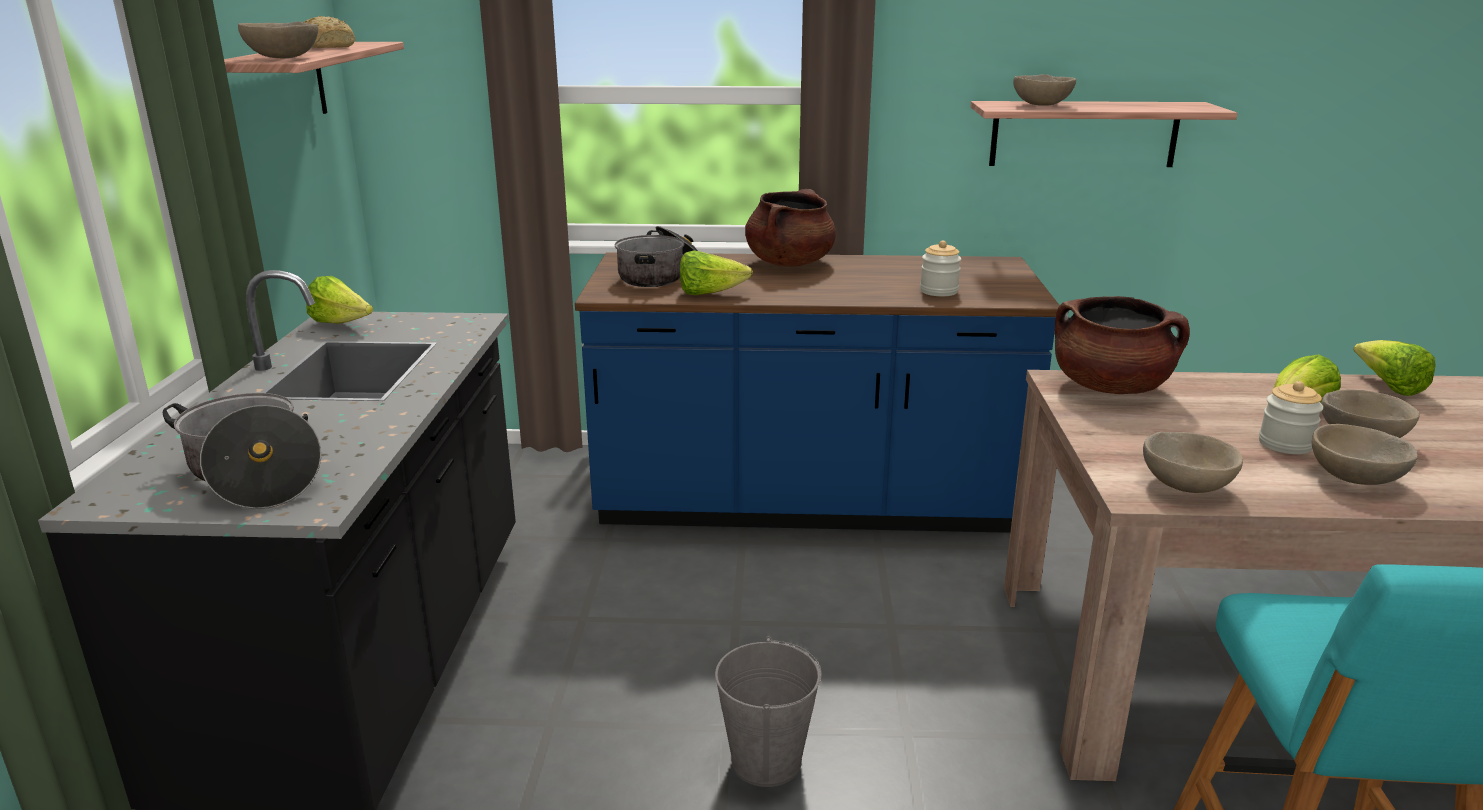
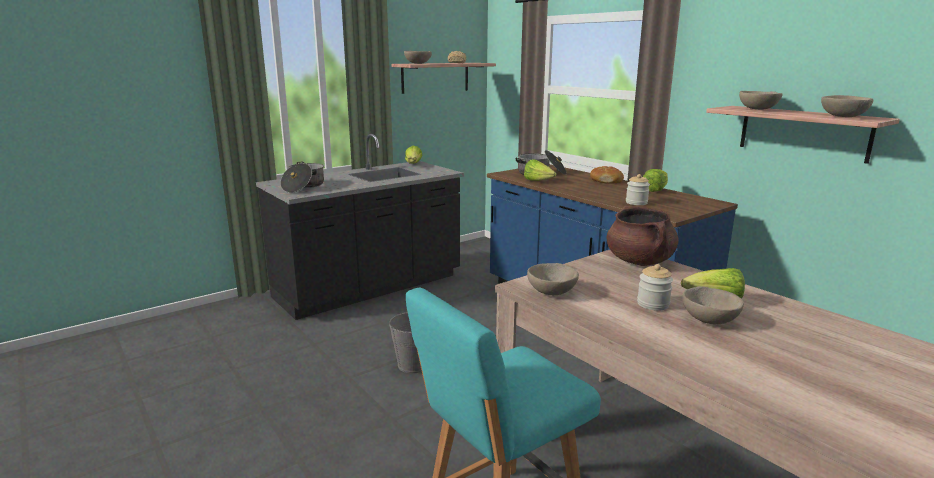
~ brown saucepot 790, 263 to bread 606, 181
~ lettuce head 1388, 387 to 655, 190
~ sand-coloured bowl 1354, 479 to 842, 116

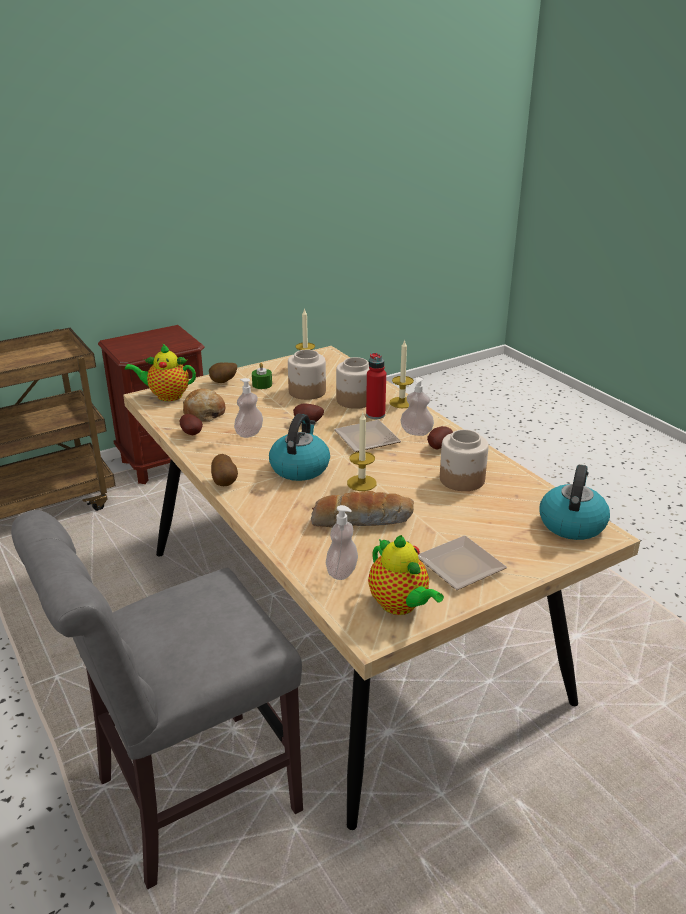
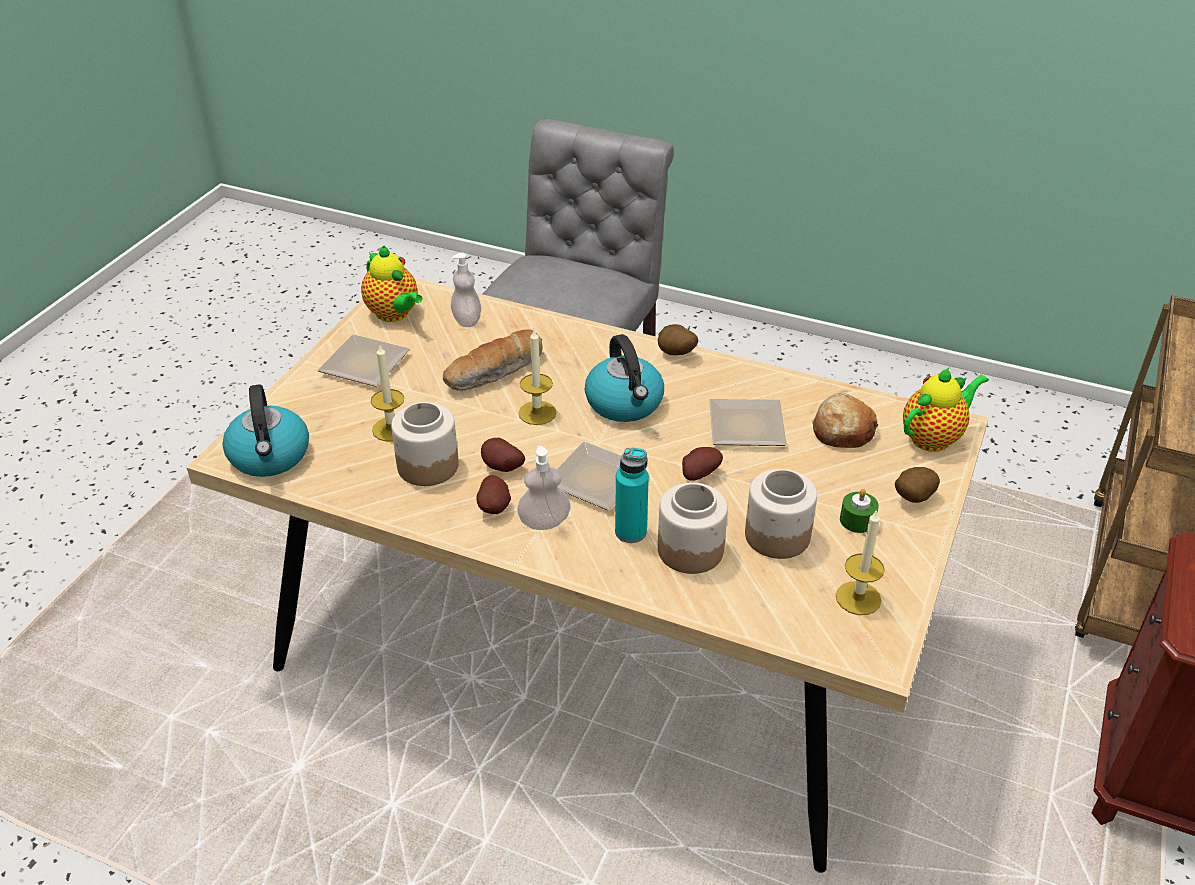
~ wax candle 402, 402 to 391, 429
~ red-coloured drink bottle 375, 415 to turquoise drink bottle 630, 532
~ soap dispenser 249, 433 to flat dish 743, 425
~ potato 192, 434 to 501, 468
~ tea pot 400, 606 = 394, 314 150 degrees counterclockwise

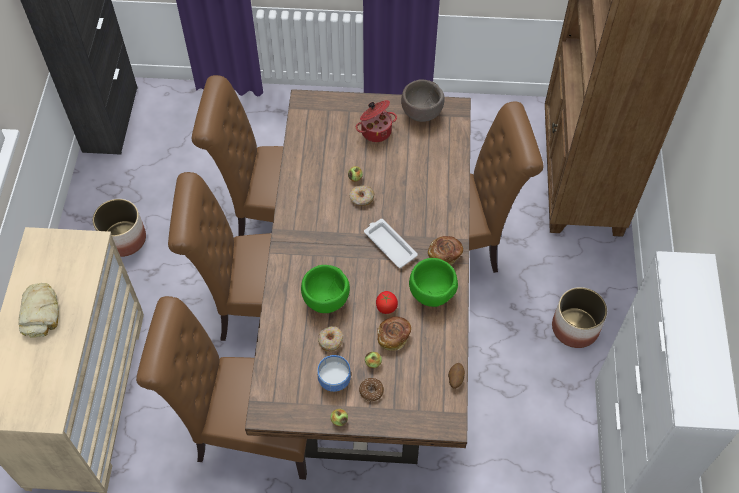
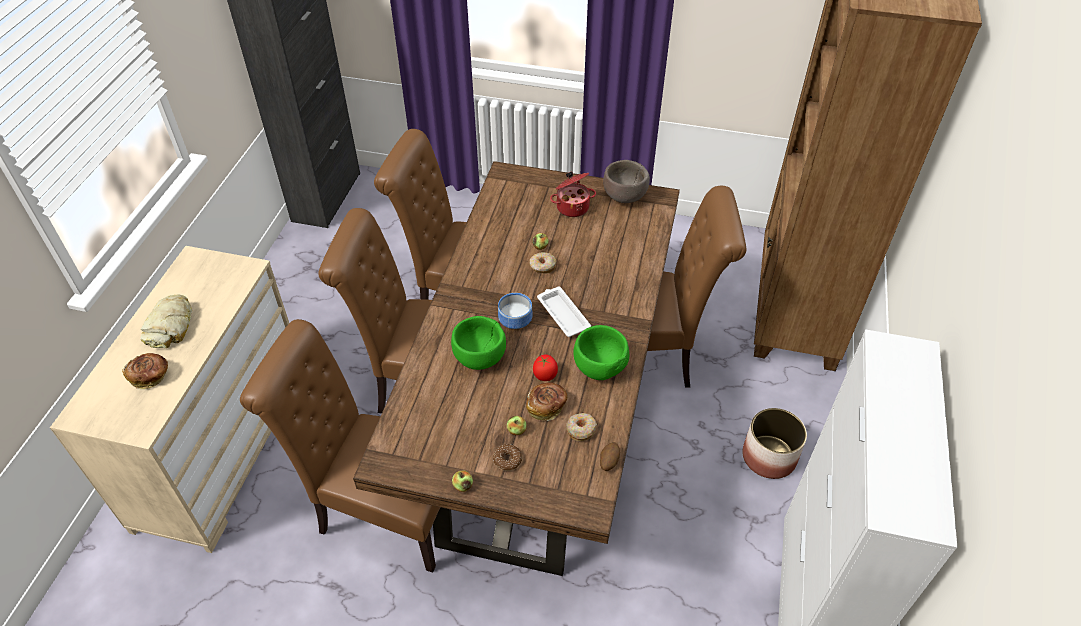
- plant pot 124, 238
~ bread 445, 255 to 150, 376
~ ring doughnut 330, 341 to 581, 429
~ bowl 333, 378 to 514, 320

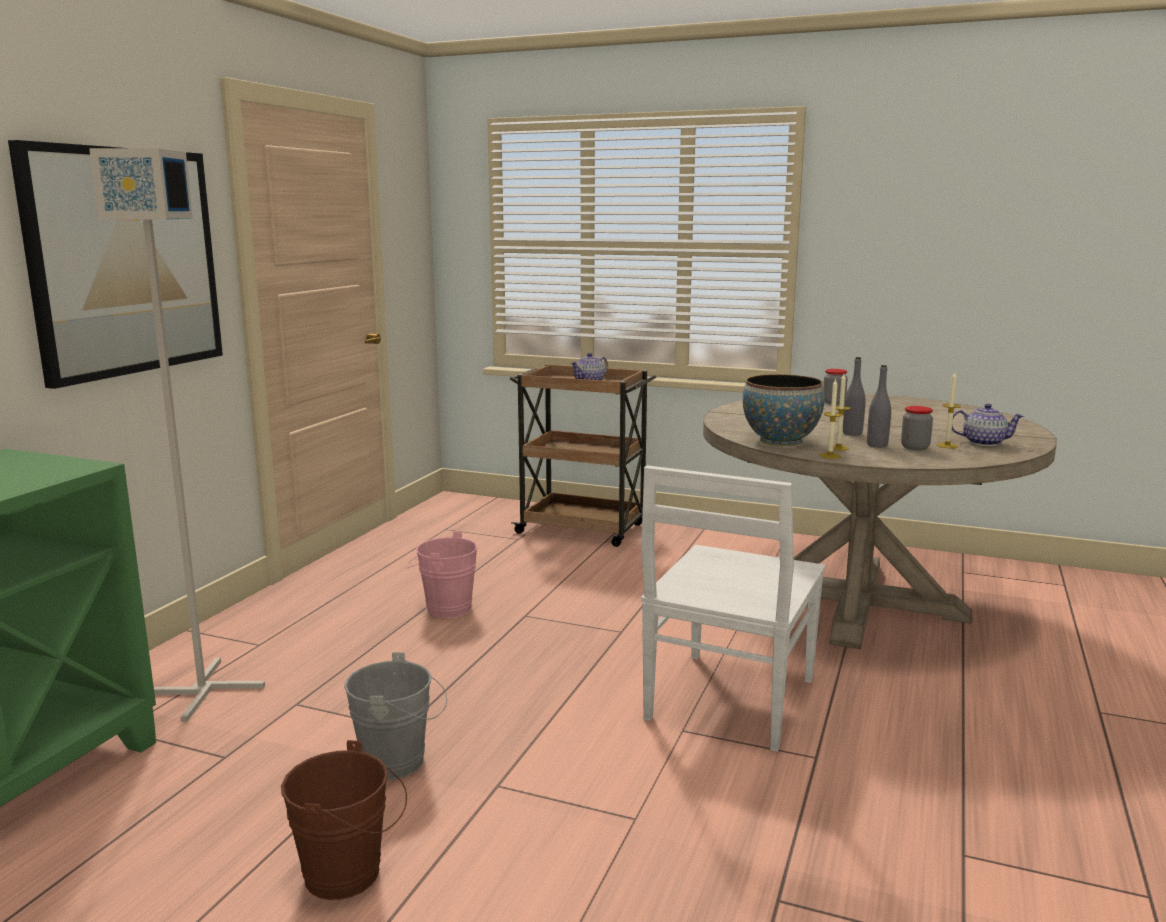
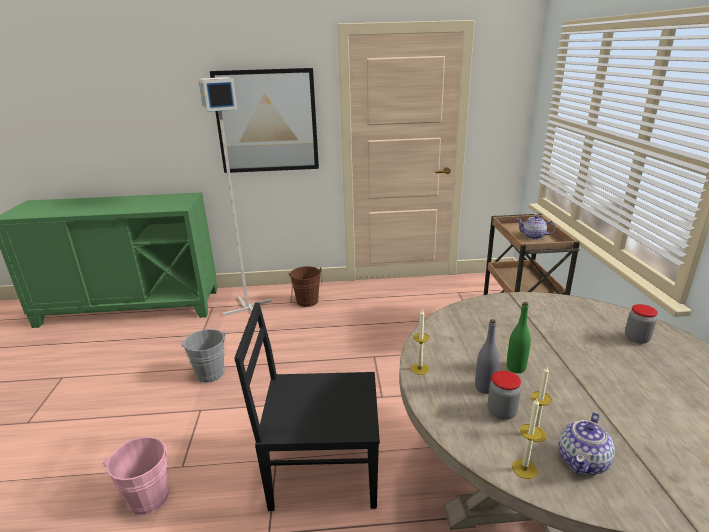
~ grey drink bottle 852, 433 to green-coloured drink bottle 516, 368
- bowl 780, 441
~ wax candle 838, 448 to 524, 469
~ tea pot 983, 442 = 583, 461 45 degrees clockwise
~ whitish chair 729, 701 to blackish chair 321, 470
~ pink bucket 444, 608 to 149, 494
~ brown bucket 351, 875 to 308, 302

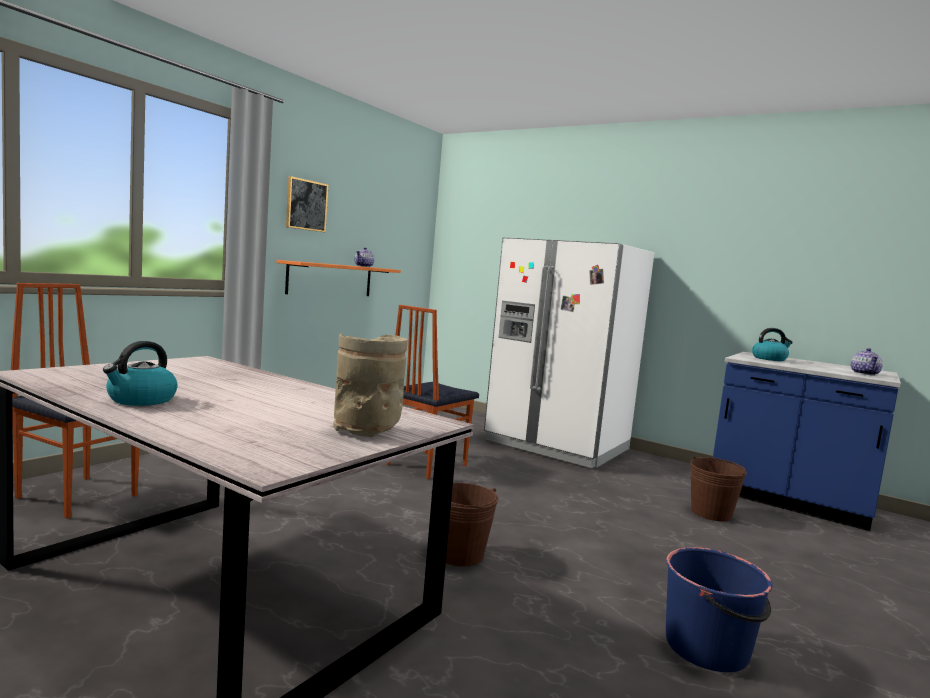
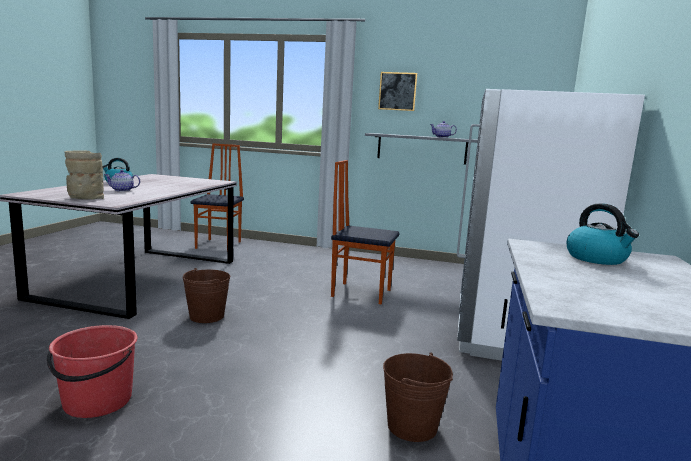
~ orangey bracket shelf 330, 279 to grey bracket shelf 421, 148
~ tea pot 864, 373 to 122, 190
~ bluish bucket 708, 648 to red-coloured bucket 97, 401

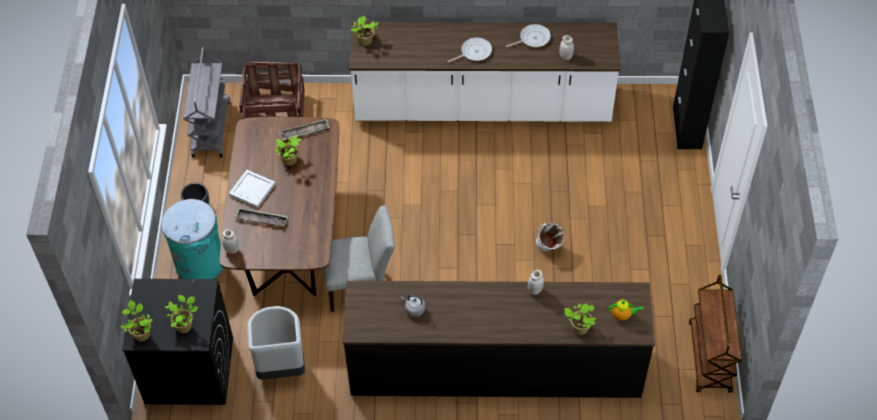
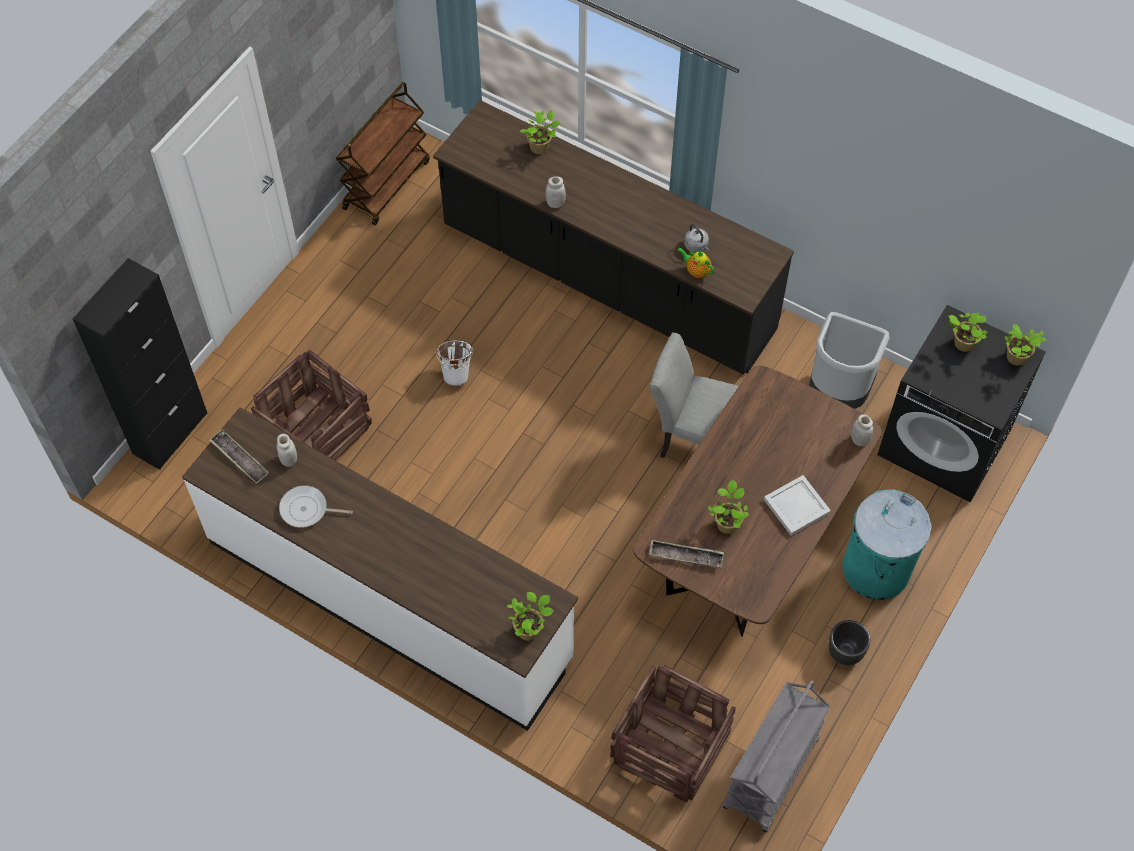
- frying pan 474, 52
~ tray 261, 219 to 240, 459
~ tea pot 622, 315 to 696, 271
+ packing crate 315, 433

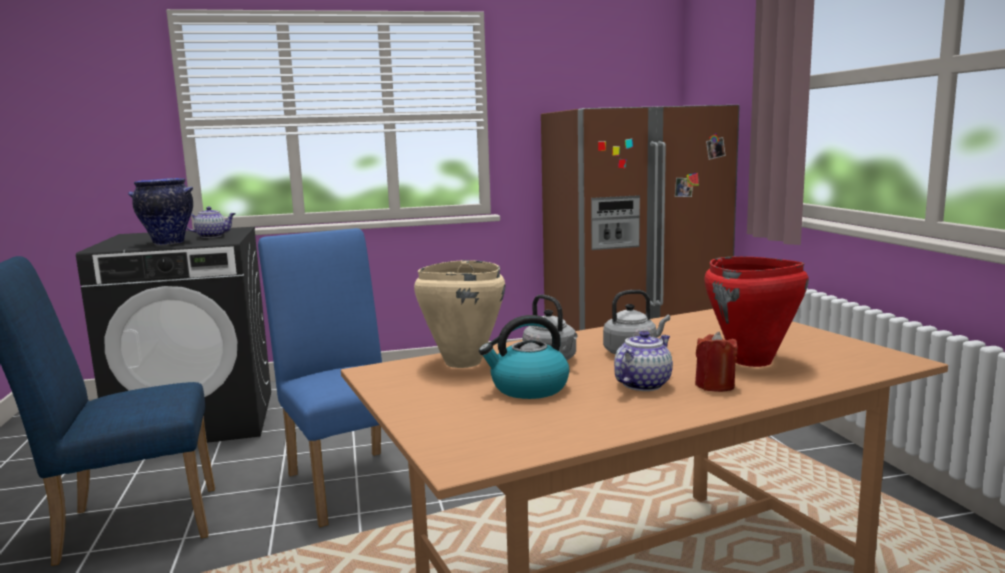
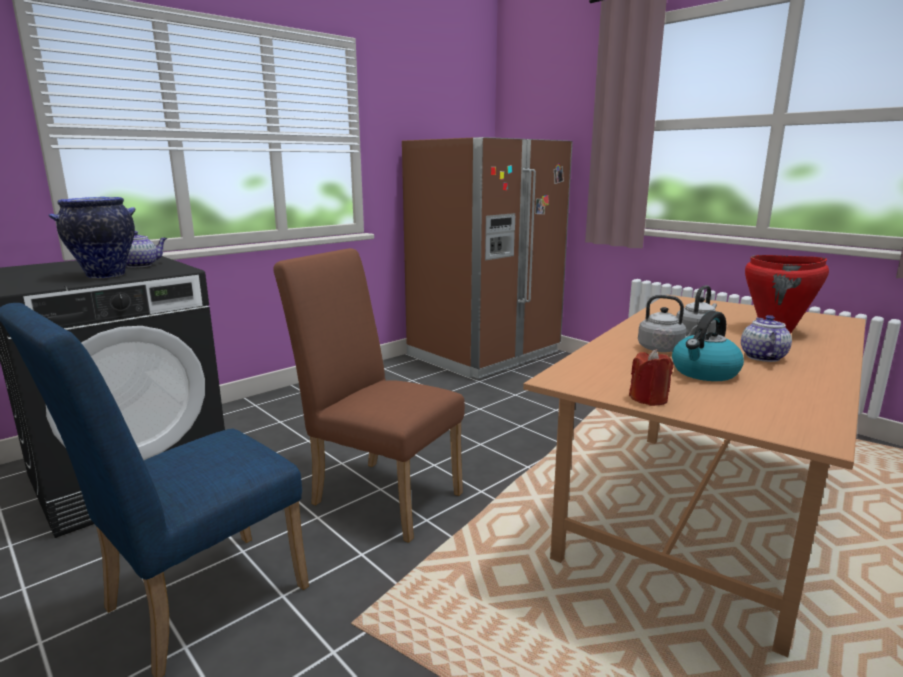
~ bluish chair 349, 480 to brown chair 379, 494
- sand-coloured saucepot 462, 362
~ red-coloured wax candle 714, 385 to 649, 399

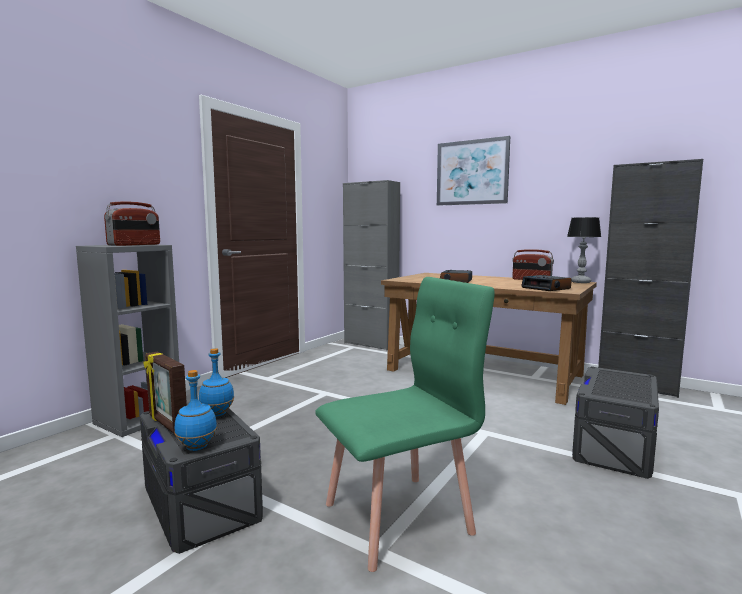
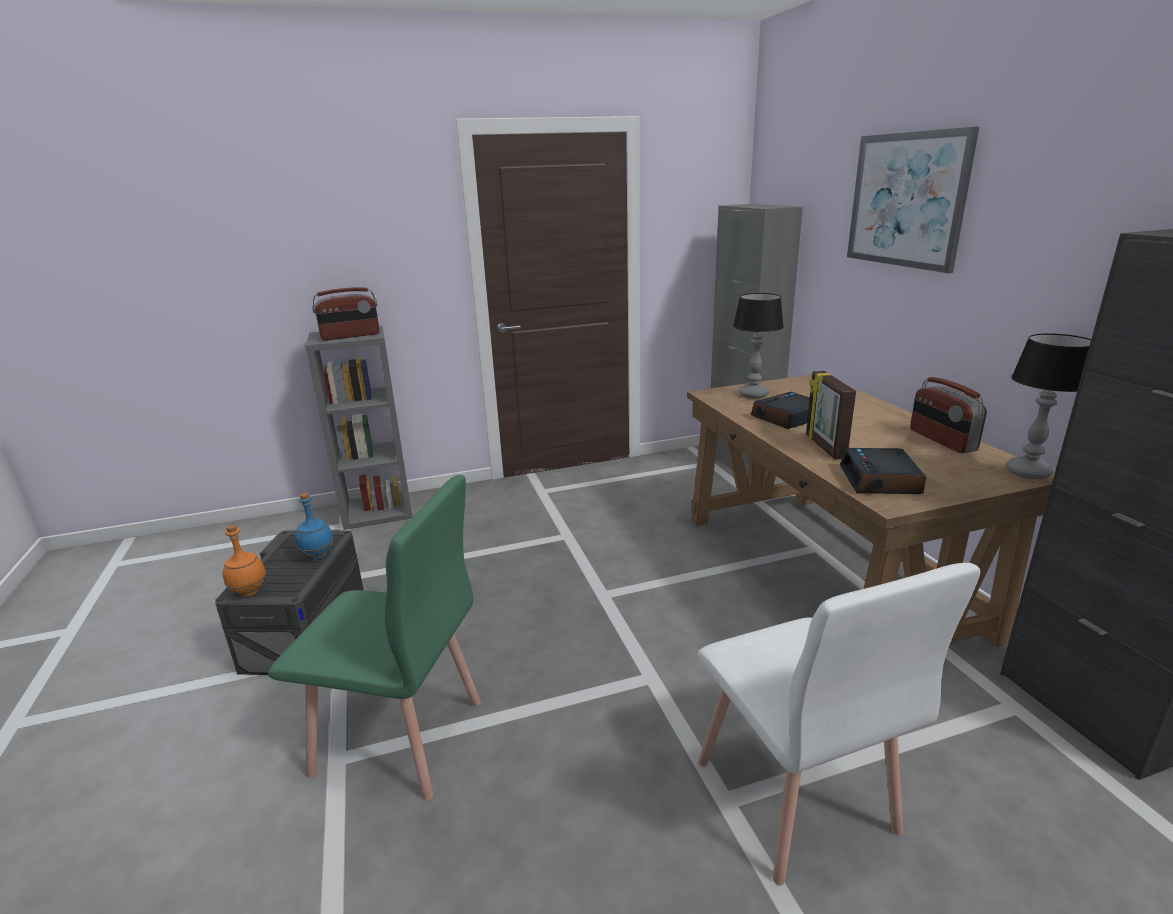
~ standing frame 167, 424 to 824, 447
~ grey storage bin 614, 446 to whitish chair 794, 797
~ bluish drink bottle 197, 447 to orangey drink bottle 249, 592
+ lamp for a table 752, 394

